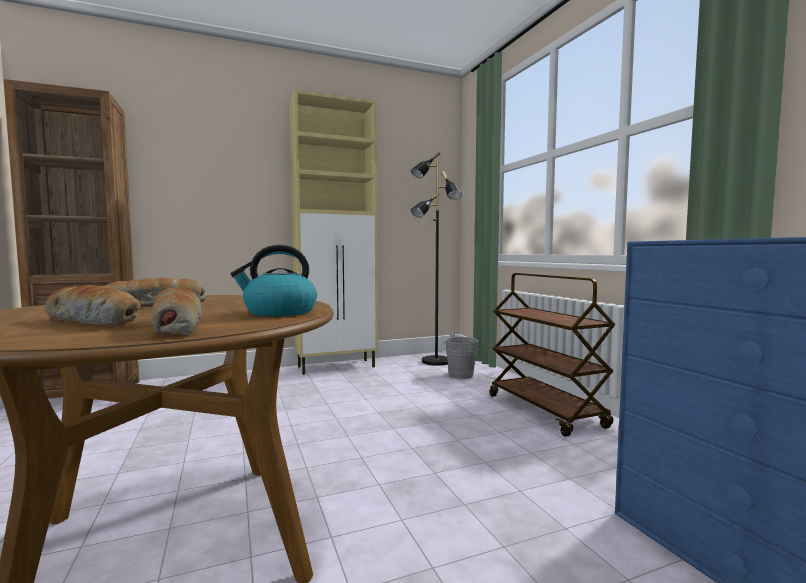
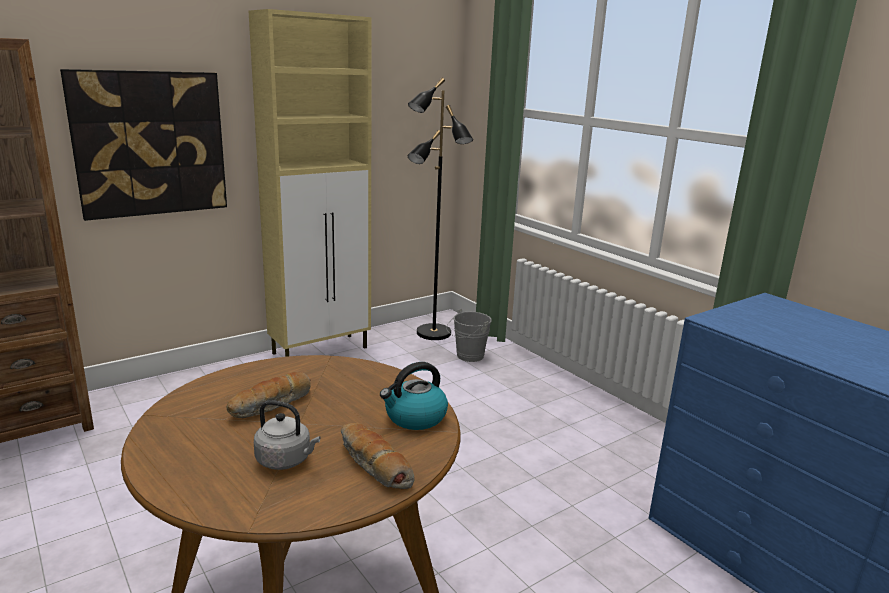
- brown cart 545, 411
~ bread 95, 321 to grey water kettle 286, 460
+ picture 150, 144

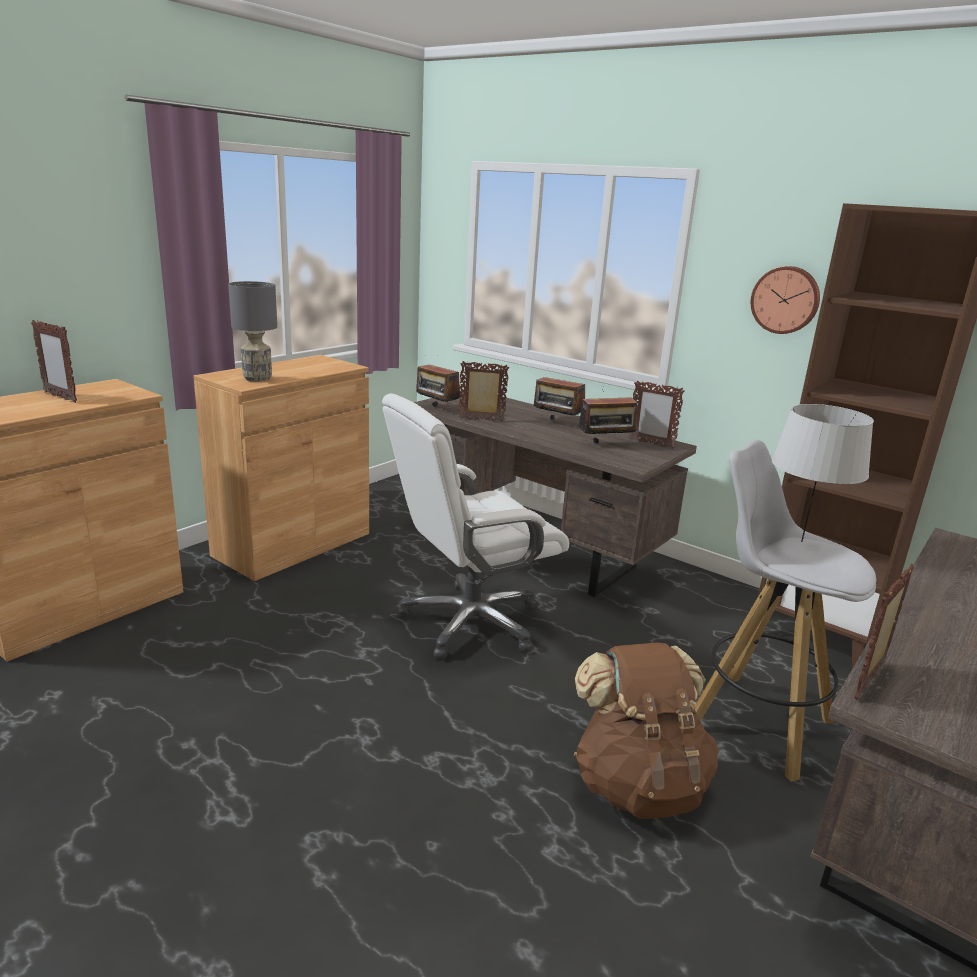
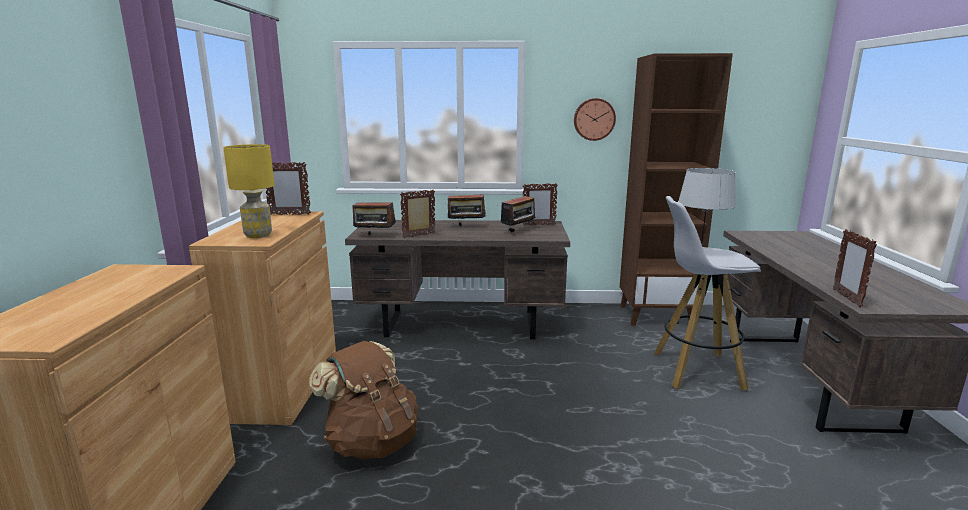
~ grey lamp for a table 257, 379 to yellow-coloured lamp for a table 258, 235
~ standing frame 60, 397 to 289, 214
- whitish office chair 470, 622
~ brown rucksack 638, 784 to 372, 442

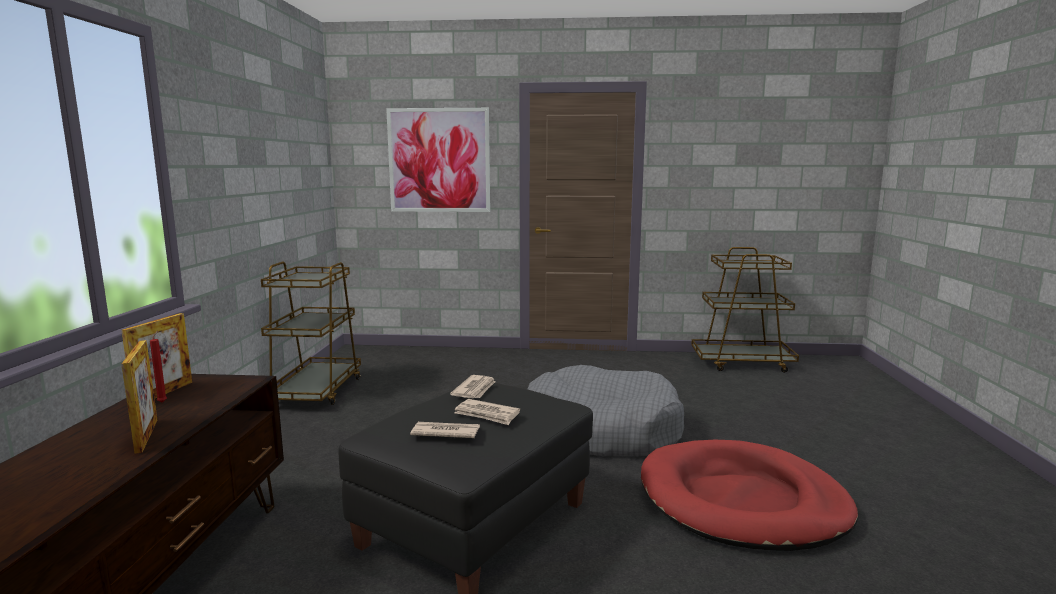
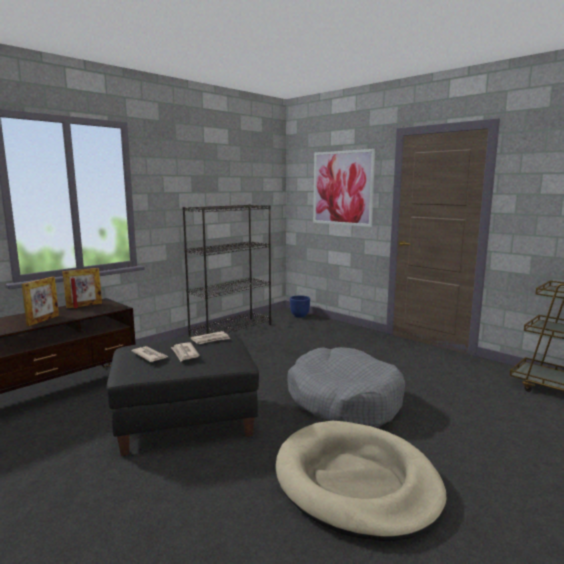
~ brown cart 316, 391 to blackish bookcase 231, 330
~ red-coloured dog bed 742, 501 to sand-coloured dog bed 356, 482
+ bluish plant pot 300, 315

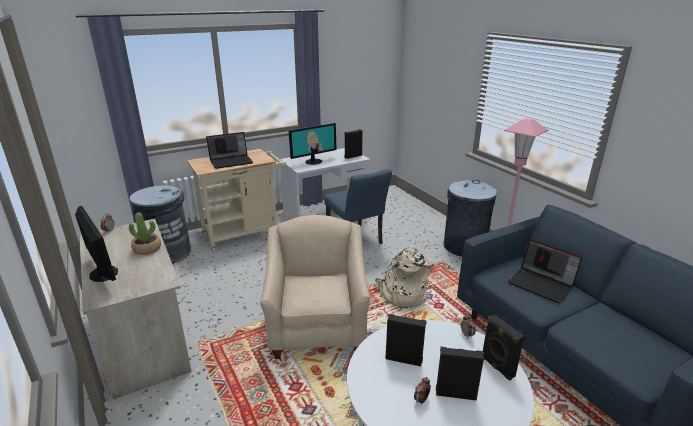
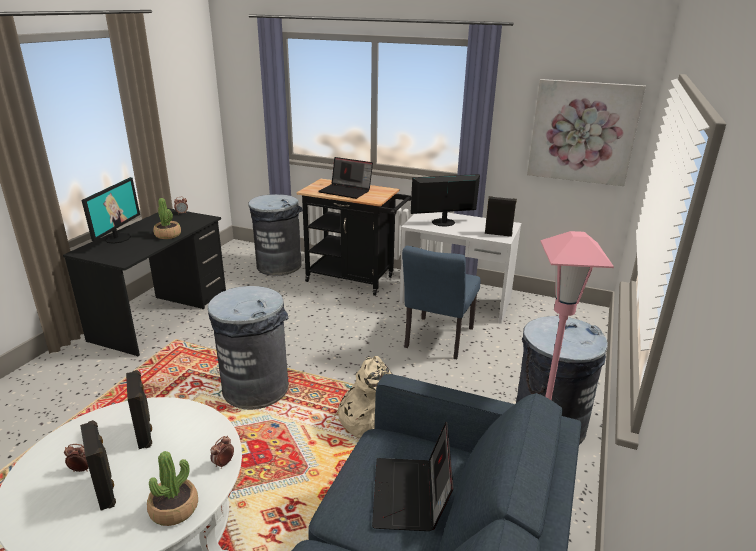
~ computer display 313, 161 = 443, 222 150 degrees clockwise
~ sand-coloured cart 245, 234 to blackish cart 355, 280
~ sand-coloured armchair 317, 326 to grey trash can 256, 388
~ sand-coloured desk unit 144, 337 to blackish desk unit 162, 315
~ blackish audio speaker 496, 367 to houseplant 174, 509
+ picture 582, 132

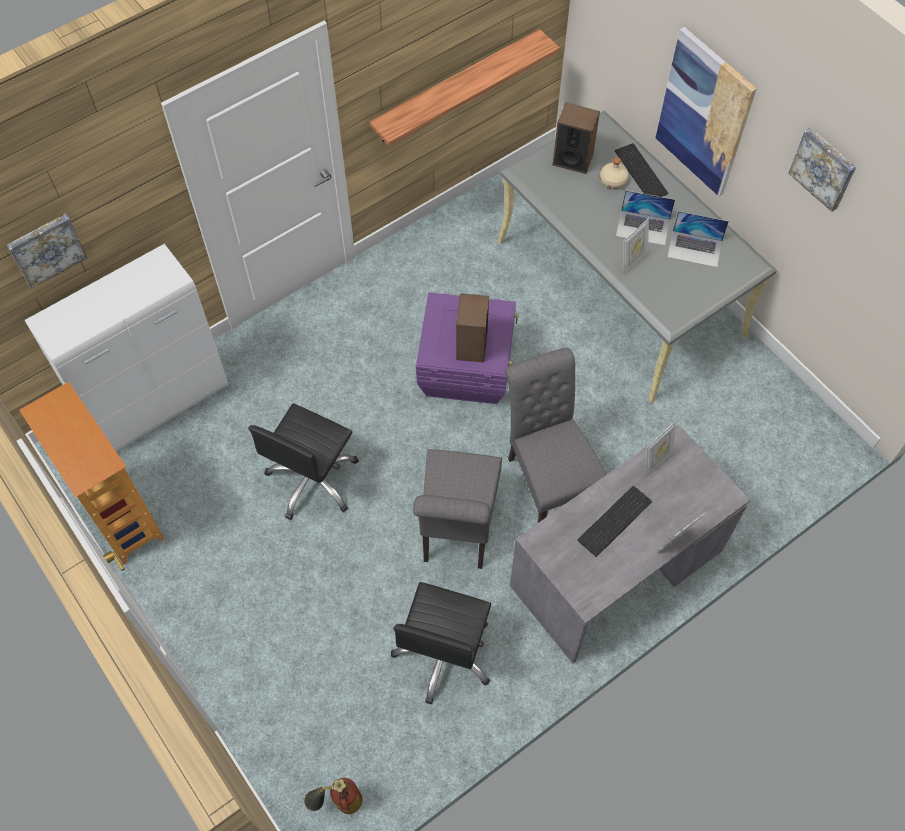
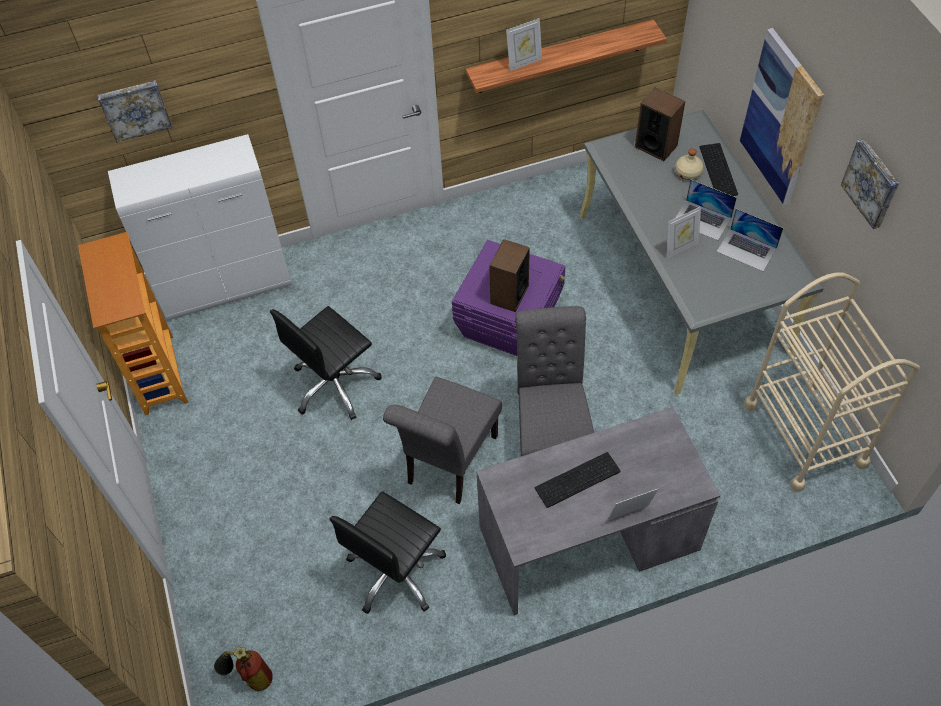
~ standing frame 656, 462 to 524, 63
+ sand-coloured cart 804, 434

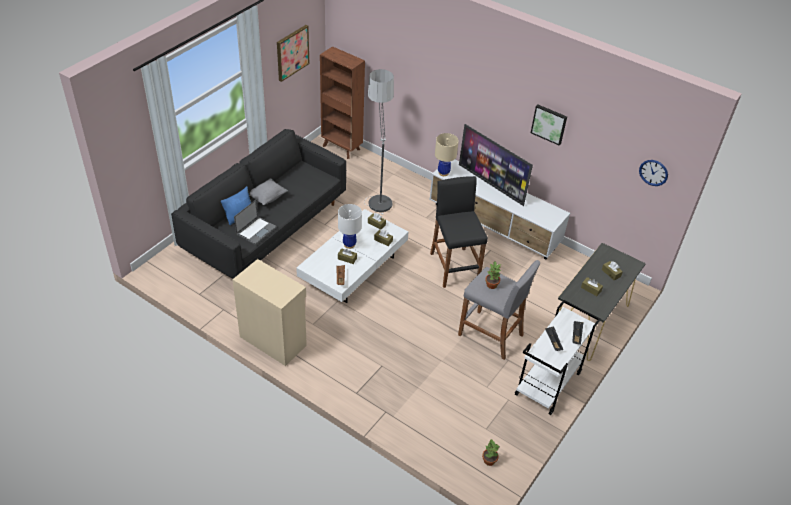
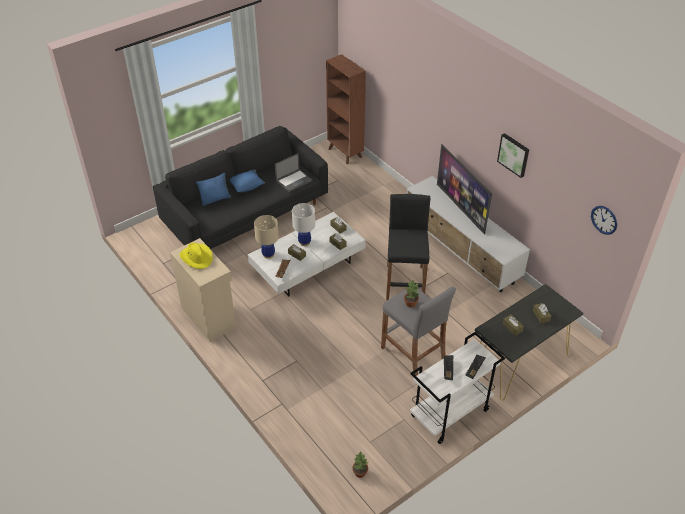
- picture 292, 52
- floor lamp 377, 192
~ sand-coloured lamp for a table 443, 173 to 268, 254
~ grey cushion 267, 197 to bluish cushion 247, 186
~ laptop 256, 230 to 294, 180
+ yellow-coloured clothing hat 197, 257

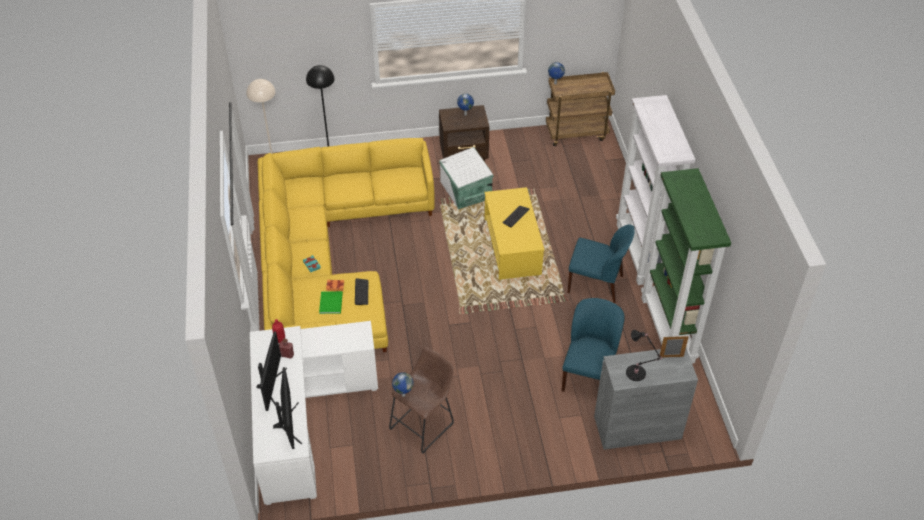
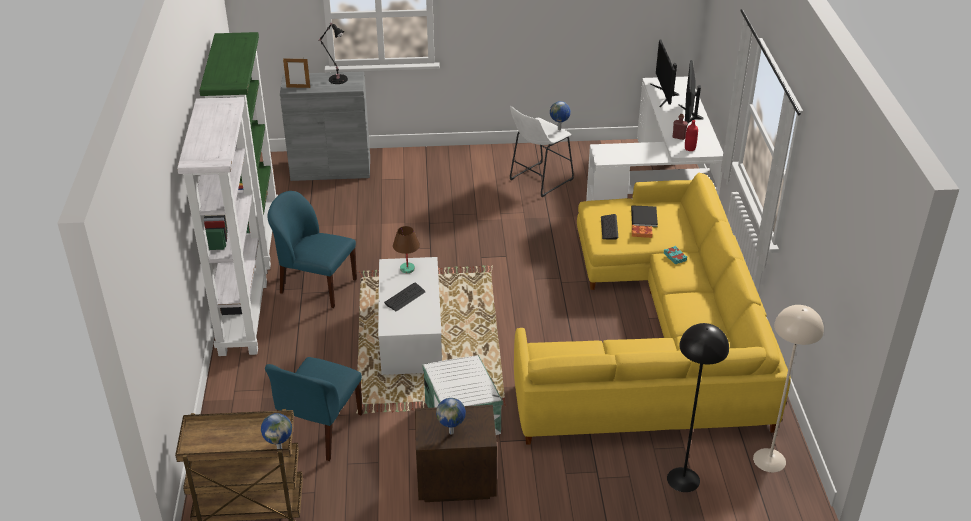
~ yellow-coloured coffee table 512, 246 to whitish coffee table 411, 335
~ green-coloured volume 331, 302 to blackish volume 643, 218
~ bluish chair 588, 375 to 320, 430
~ brown sitting stool 424, 424 to whitish sitting stool 538, 180
+ brown lamp for a table 407, 269

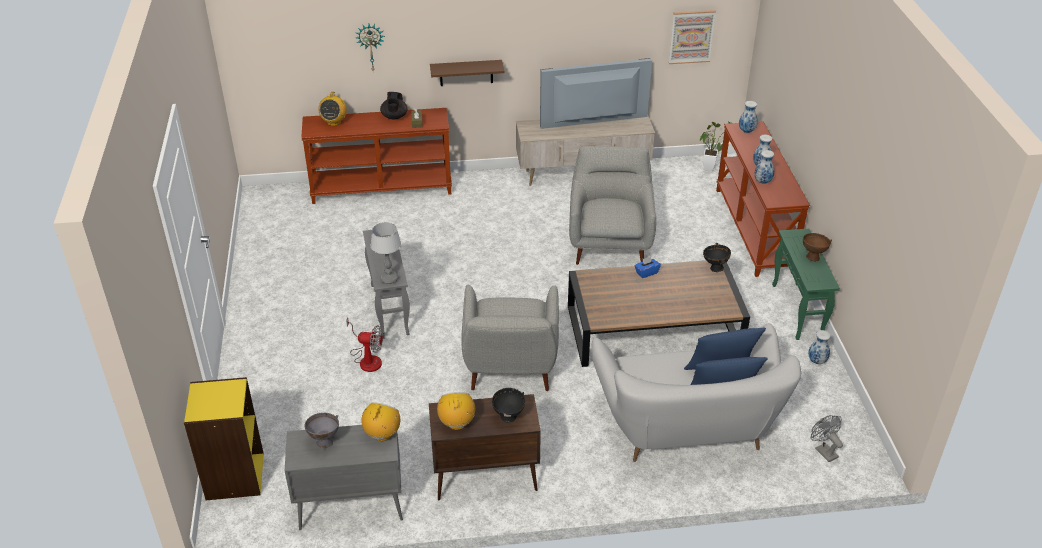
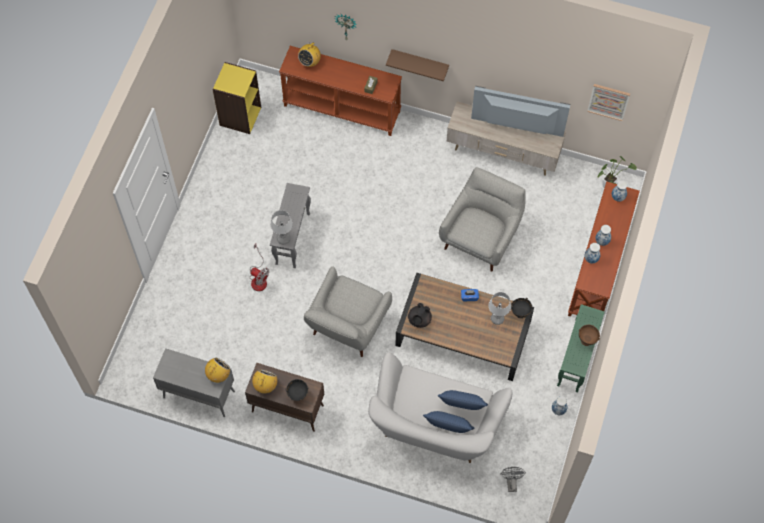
~ blackish tea pot 394, 117 to 419, 320
~ yellow-coloured bookcase 234, 476 to 240, 116
- grey bowl 324, 441
+ lamp for a table 497, 319

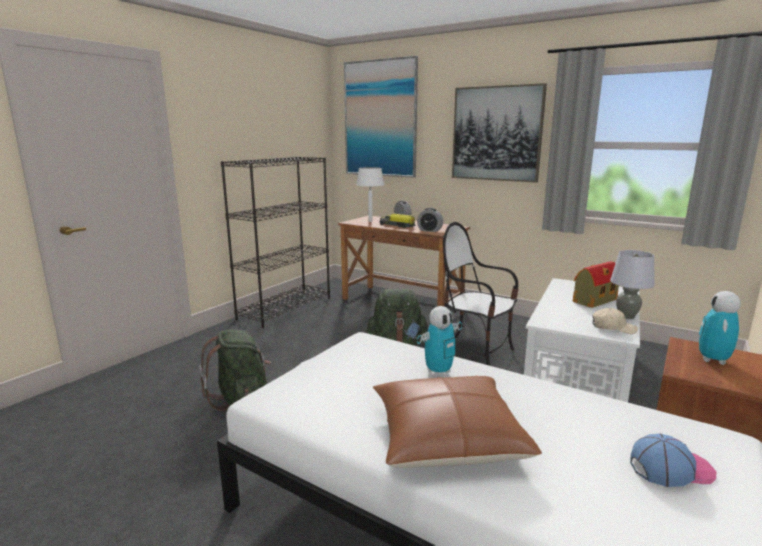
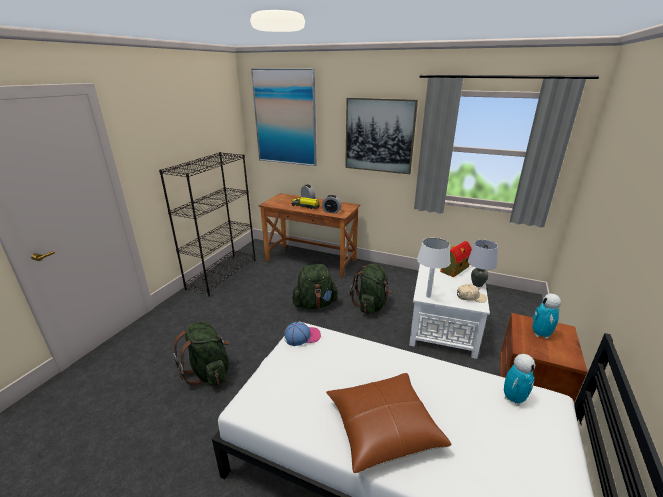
~ whitish lamp for a table 370, 221 to 428, 296
~ chair 474, 352 to green-coloured rucksack 371, 305
~ robot figure 438, 371 to 513, 398
~ baseball cap 671, 468 to 302, 336

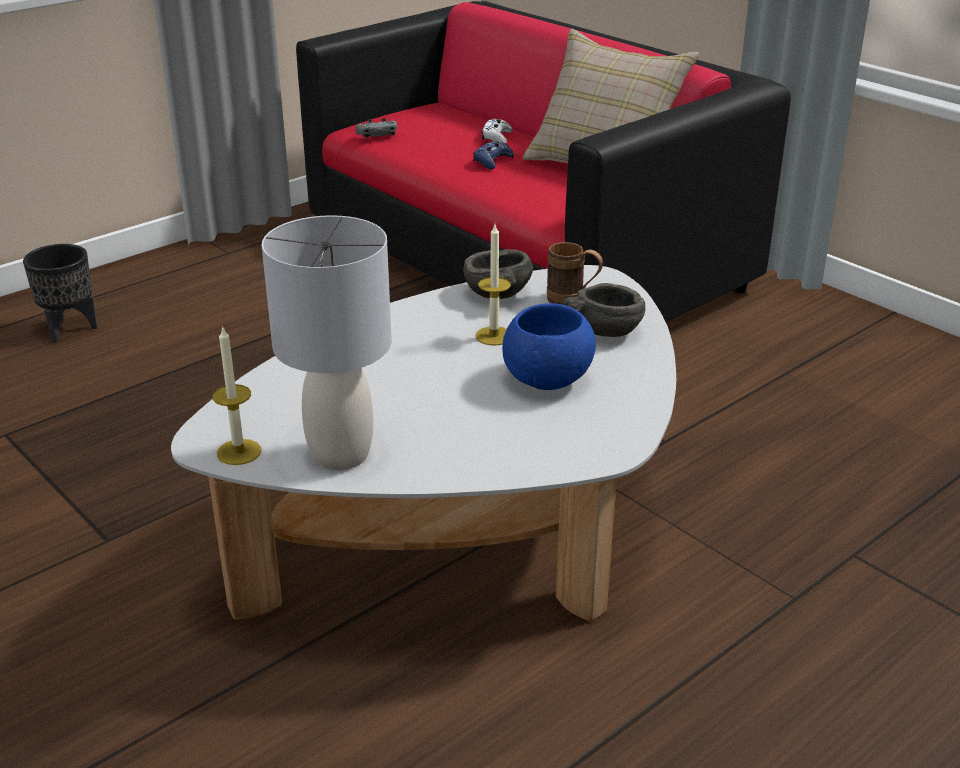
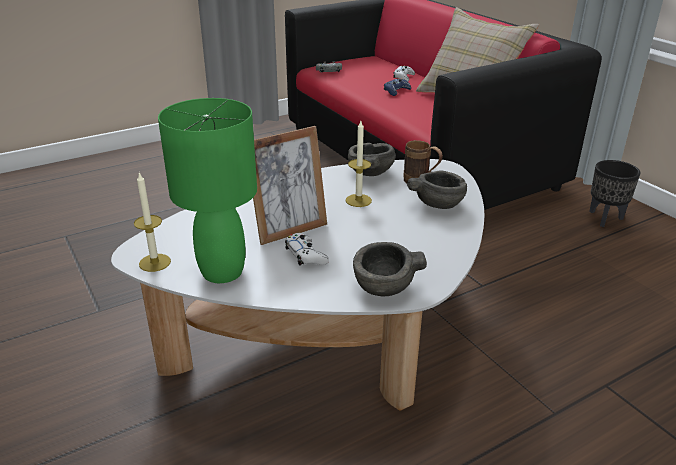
~ grey lamp for a table 341, 455 to green-coloured lamp for a table 222, 272
~ blackish plant pot 71, 330 to 605, 218
- bluish bowl 549, 379
+ standing frame 289, 229
+ whitish joypad 305, 255
+ grey bowl 383, 287

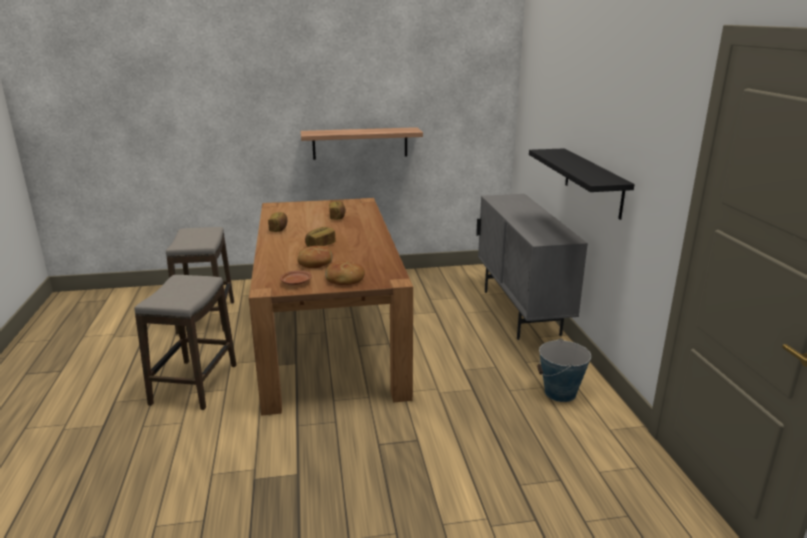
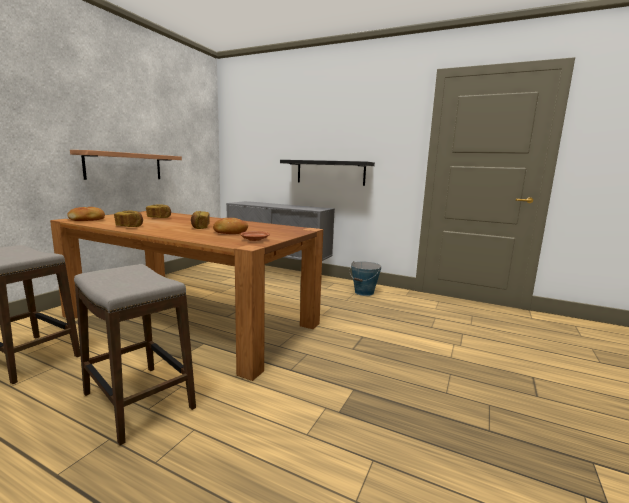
~ bread 344, 279 to 87, 220

